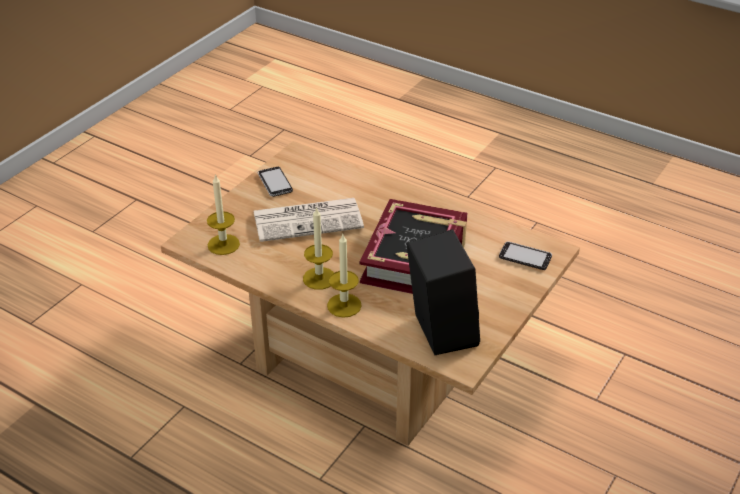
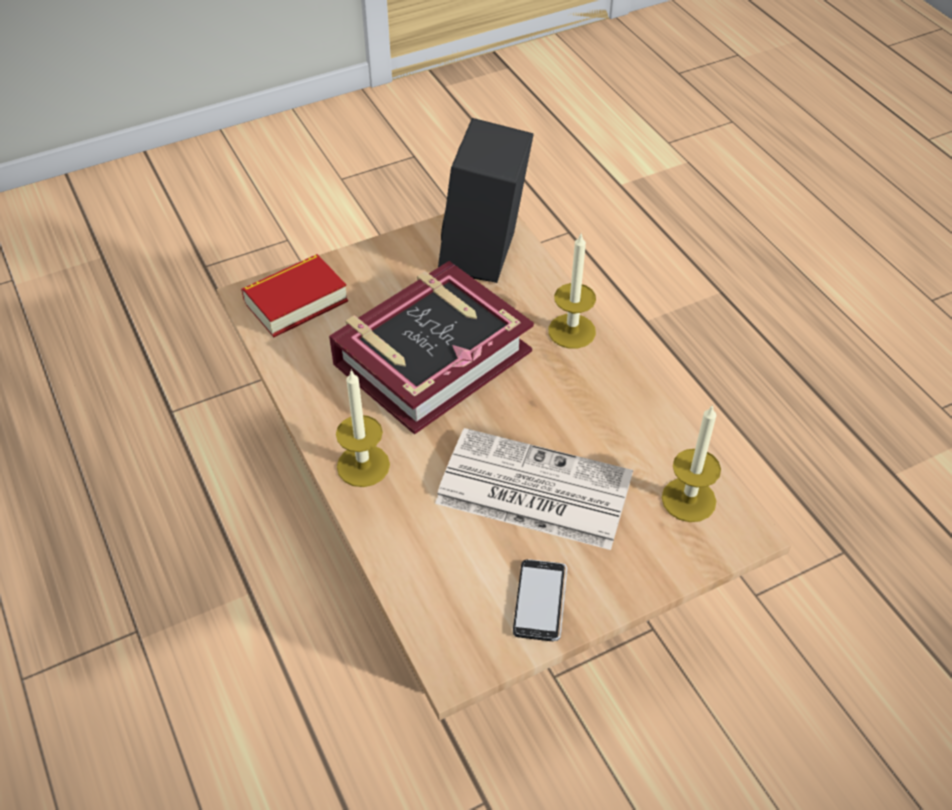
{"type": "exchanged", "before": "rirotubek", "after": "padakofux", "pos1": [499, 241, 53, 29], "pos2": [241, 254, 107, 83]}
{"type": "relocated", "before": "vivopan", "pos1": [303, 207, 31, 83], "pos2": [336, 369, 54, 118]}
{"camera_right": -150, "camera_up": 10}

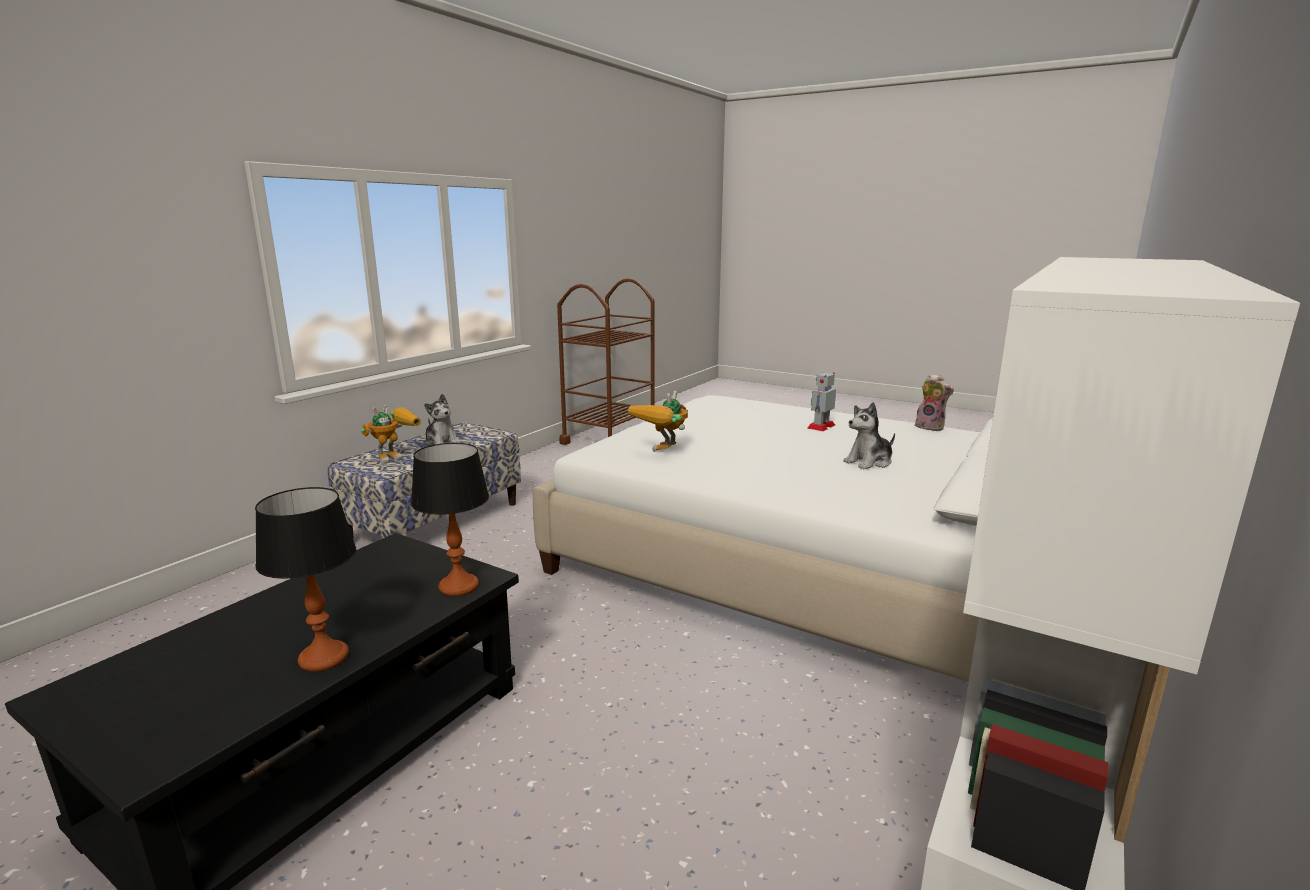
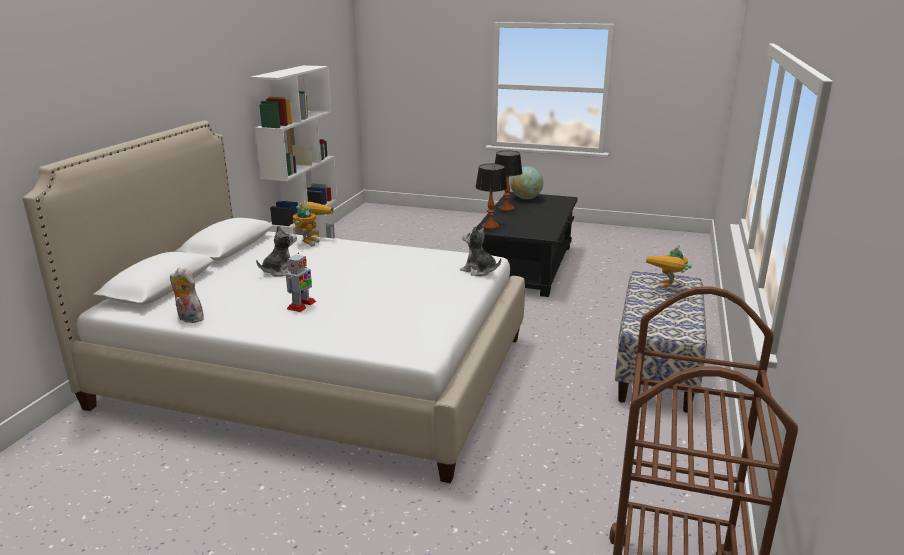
{"type": "relocated", "before": "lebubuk", "pos1": [628, 390, 60, 62], "pos2": [293, 201, 41, 46]}
{"type": "relocated", "before": "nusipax", "pos1": [424, 394, 36, 52], "pos2": [460, 226, 41, 50]}
{"type": "appeared", "after": "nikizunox", "pos2": [510, 166, 33, 33]}
{"camera_right": 165, "camera_up": 5}

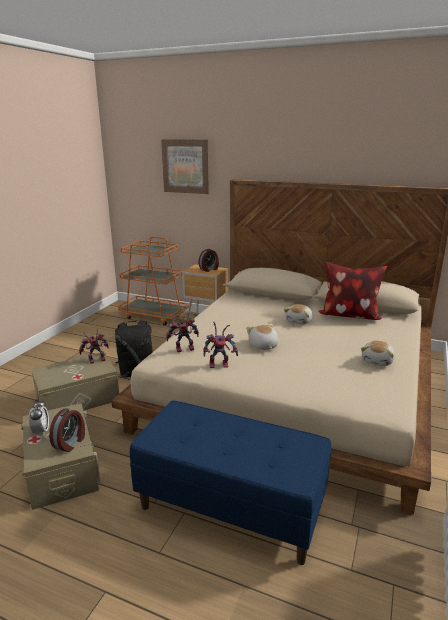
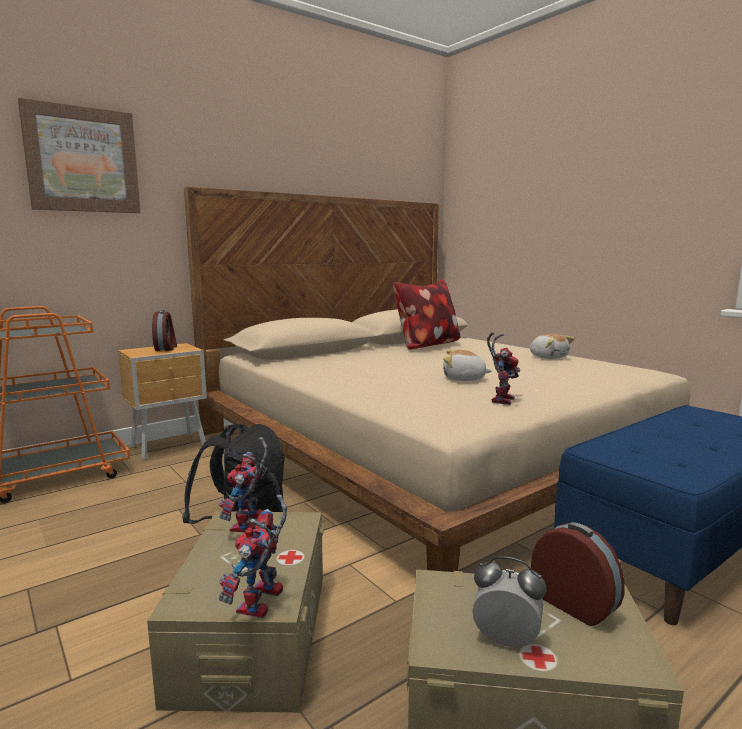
{"type": "relocated", "before": "lebubuk", "pos1": [166, 313, 33, 39], "pos2": [219, 495, 68, 123]}
{"type": "missing", "before": "nusipax", "pos1": [284, 304, 29, 21]}
{"camera_right": -60, "camera_up": -10}

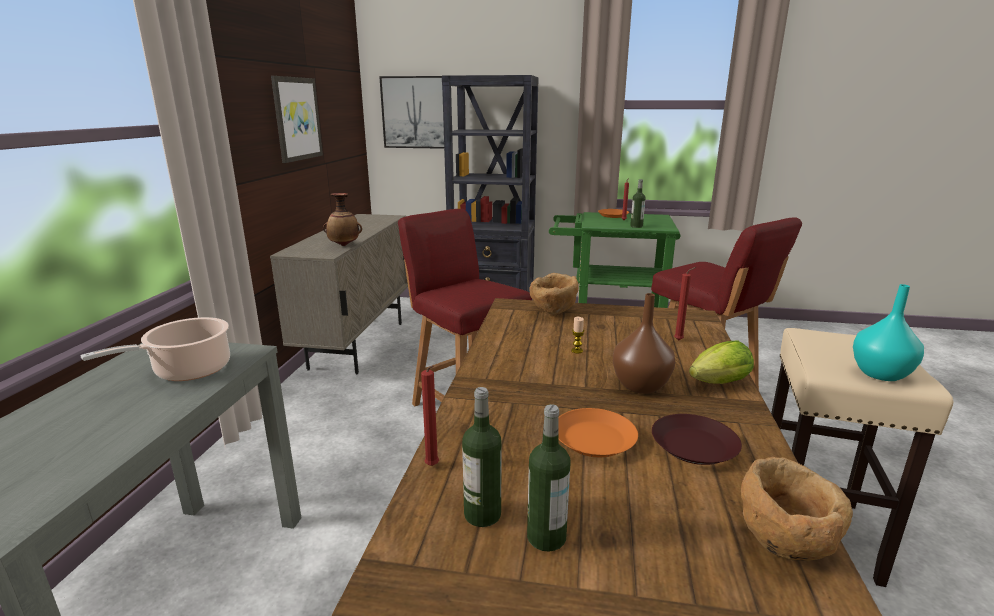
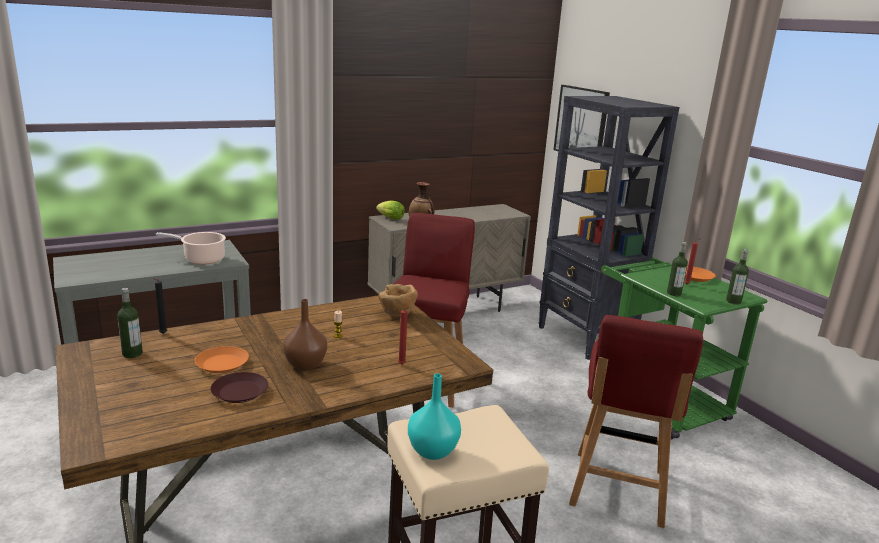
{"type": "colour", "before": "red vivopan", "after": "black vivopan", "pos1": [421, 365, 18, 101], "pos2": [153, 278, 14, 56]}
{"type": "relocated", "before": "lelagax", "pos1": [689, 340, 65, 44], "pos2": [376, 200, 29, 20]}
{"type": "relocated", "before": "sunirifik", "pos1": [527, 404, 43, 147], "pos2": [726, 249, 23, 55]}
{"type": "missing", "before": "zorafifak", "pos1": [271, 76, 52, 87]}
{"type": "missing", "before": "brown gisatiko", "pos1": [741, 457, 112, 104]}
{"camera_right": 50, "camera_up": 0}

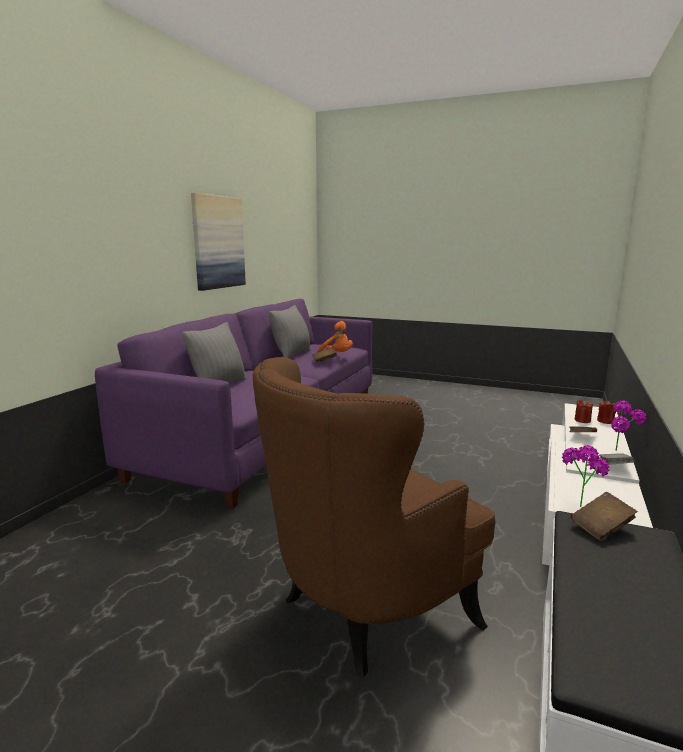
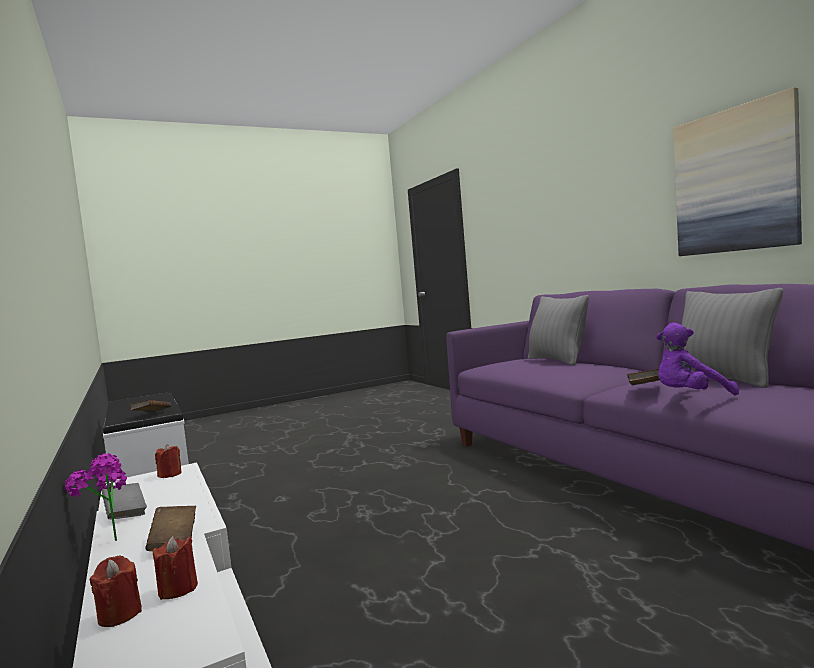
{"type": "exchanged", "before": "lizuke", "after": "red vivopan", "pos1": [562, 445, 48, 62], "pos2": [155, 444, 27, 34]}
{"type": "colour", "before": "orange nusipax", "after": "purple nusipax", "pos1": [317, 321, 36, 32], "pos2": [656, 323, 83, 72]}
{"type": "missing", "before": "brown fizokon", "pos1": [253, 357, 242, 321]}
{"camera_right": 130, "camera_up": -10}

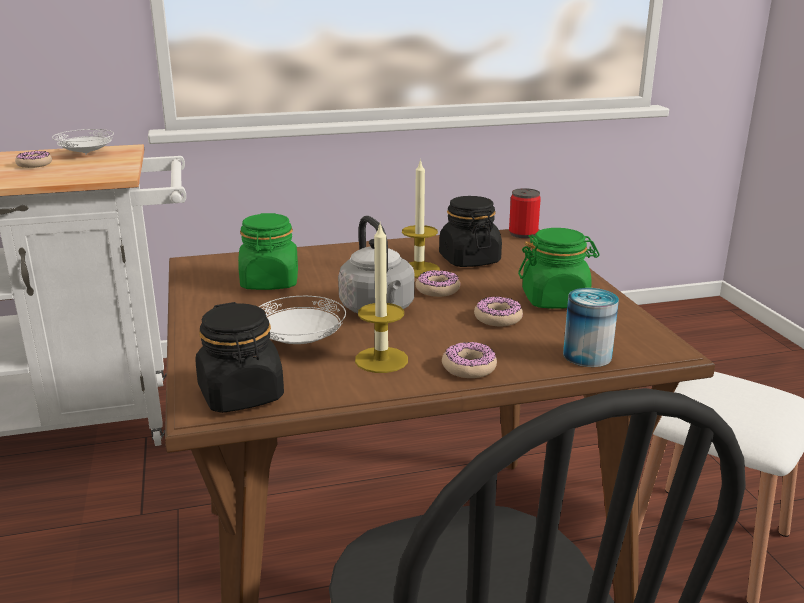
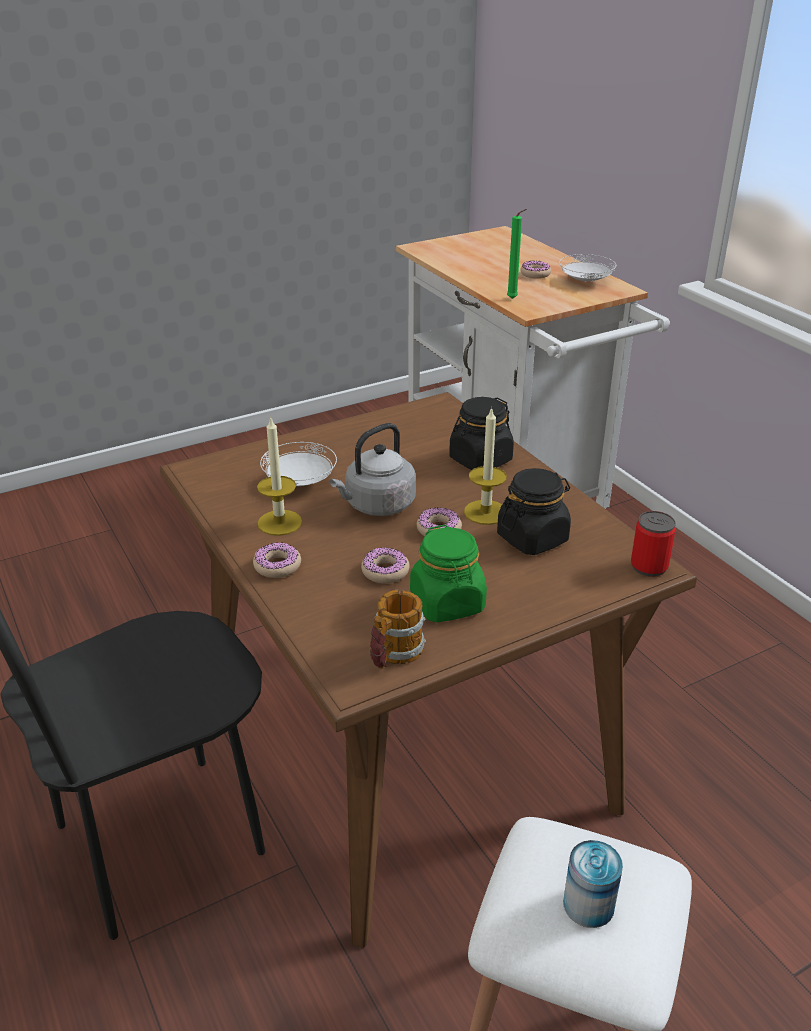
{"type": "appeared", "after": "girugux", "pos2": [370, 590, 56, 79]}
{"type": "relocated", "before": "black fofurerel", "pos1": [195, 302, 89, 111], "pos2": [449, 397, 65, 73]}
{"type": "appeared", "after": "green vivopan", "pos2": [507, 209, 20, 90]}
{"type": "relocated", "before": "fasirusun", "pos1": [563, 288, 56, 79], "pos2": [563, 840, 60, 88]}
{"type": "missing", "before": "green fofurerel", "pos1": [238, 213, 60, 77]}
{"camera_right": 75, "camera_up": 10}

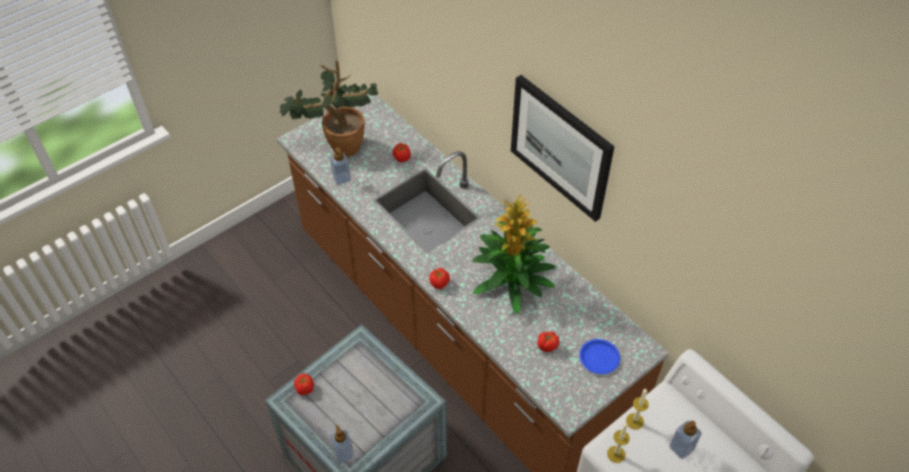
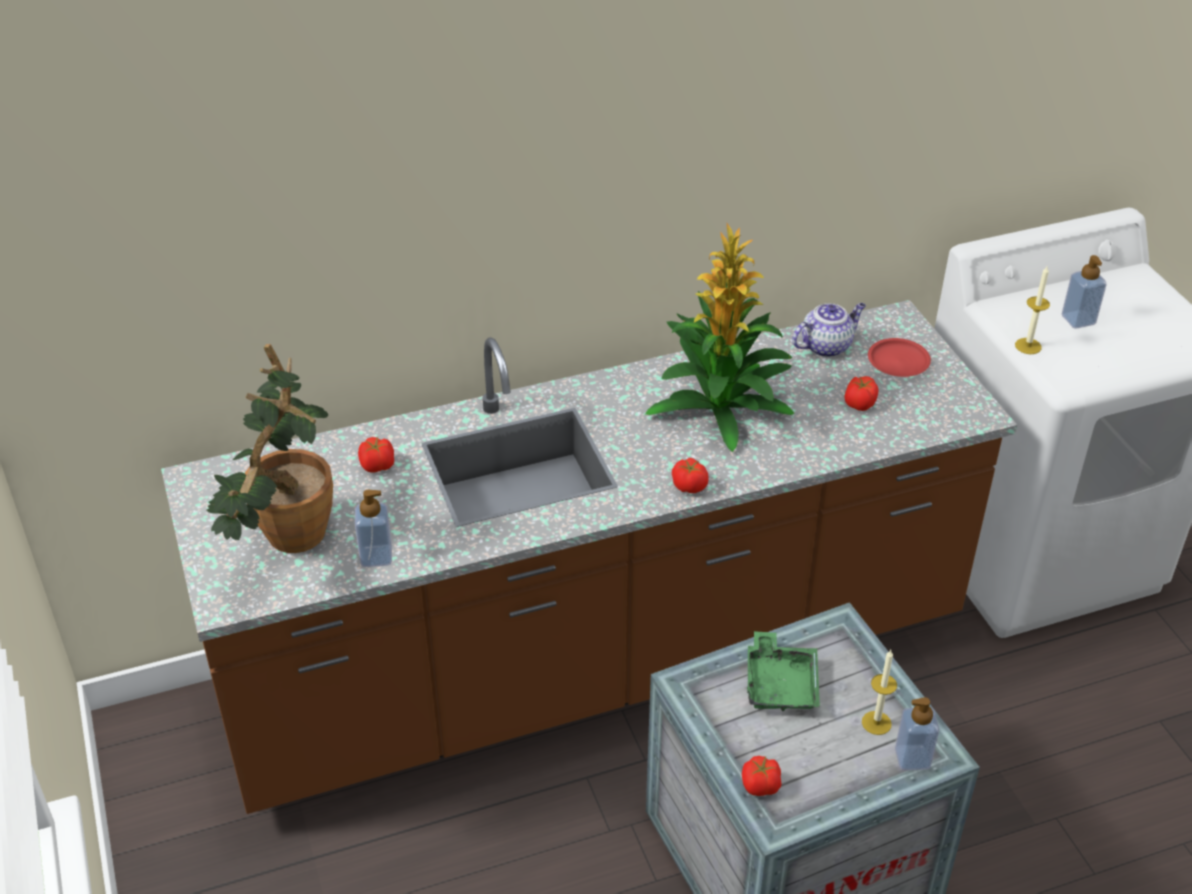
{"type": "appeared", "after": "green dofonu", "pos2": [747, 631, 73, 80]}
{"type": "appeared", "after": "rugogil", "pos2": [792, 303, 74, 54]}
{"type": "relocated", "before": "vivopan", "pos1": [607, 423, 23, 40], "pos2": [862, 650, 35, 85]}
{"type": "colour", "before": "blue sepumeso", "after": "red sepumeso", "pos1": [579, 339, 41, 35], "pos2": [868, 338, 63, 39]}
{"type": "missing", "before": "zorafifak", "pos1": [511, 75, 104, 147]}
{"camera_right": -70, "camera_up": -10}

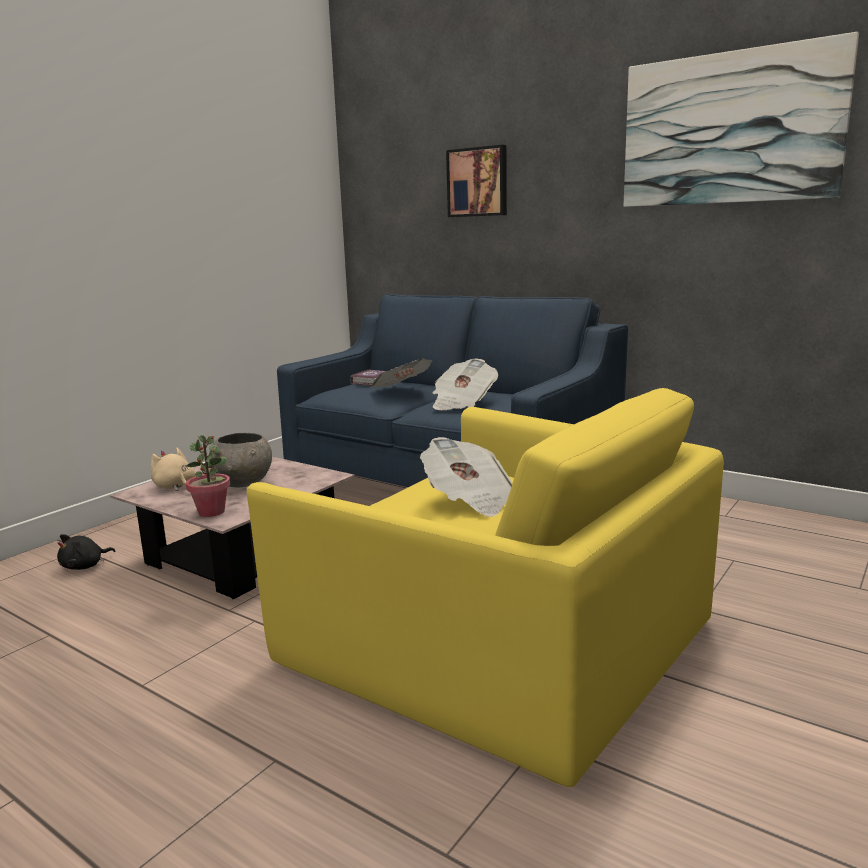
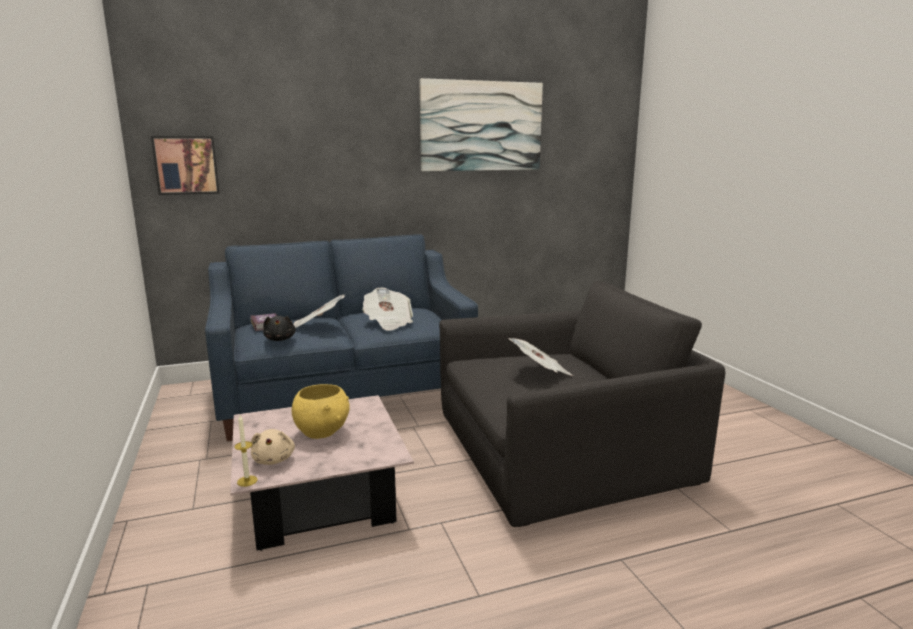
{"type": "relocated", "before": "zorafifak", "pos1": [446, 145, 61, 72], "pos2": [151, 136, 69, 59]}
{"type": "appeared", "after": "vivopan", "pos2": [235, 415, 23, 72]}
{"type": "spun", "before": "beige nusipax", "pos1": [151, 448, 44, 43], "pos2": [251, 429, 44, 36], "turn": -90}
{"type": "relocated", "before": "black nusipax", "pos1": [57, 534, 58, 36], "pos2": [263, 316, 33, 25]}
{"type": "colour", "before": "grey gisatiko", "after": "yellow gisatiko", "pos1": [209, 433, 63, 54], "pos2": [291, 384, 59, 55]}
{"type": "colour", "before": "yellow fizokon", "after": "black fizokon", "pos1": [247, 388, 477, 399], "pos2": [439, 281, 287, 246]}
{"type": "missing", "before": "lizuke", "pos1": [186, 435, 44, 82]}
{"camera_right": -55, "camera_up": 0}

